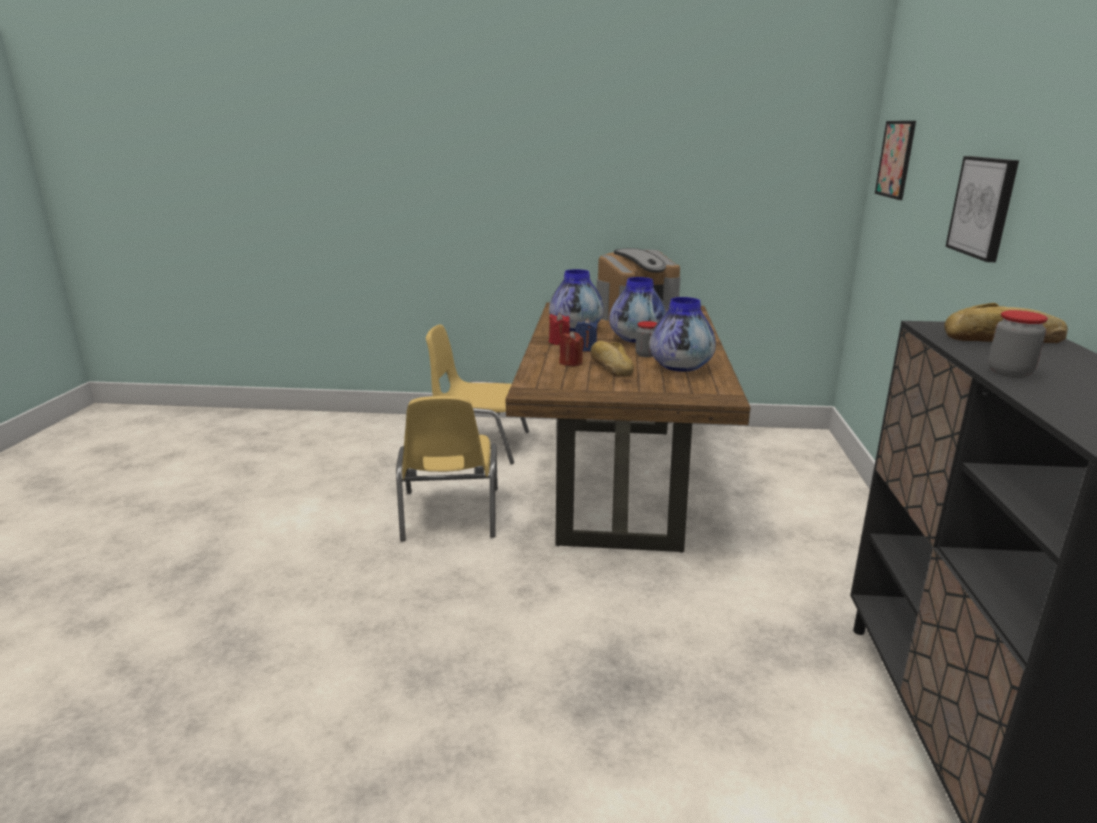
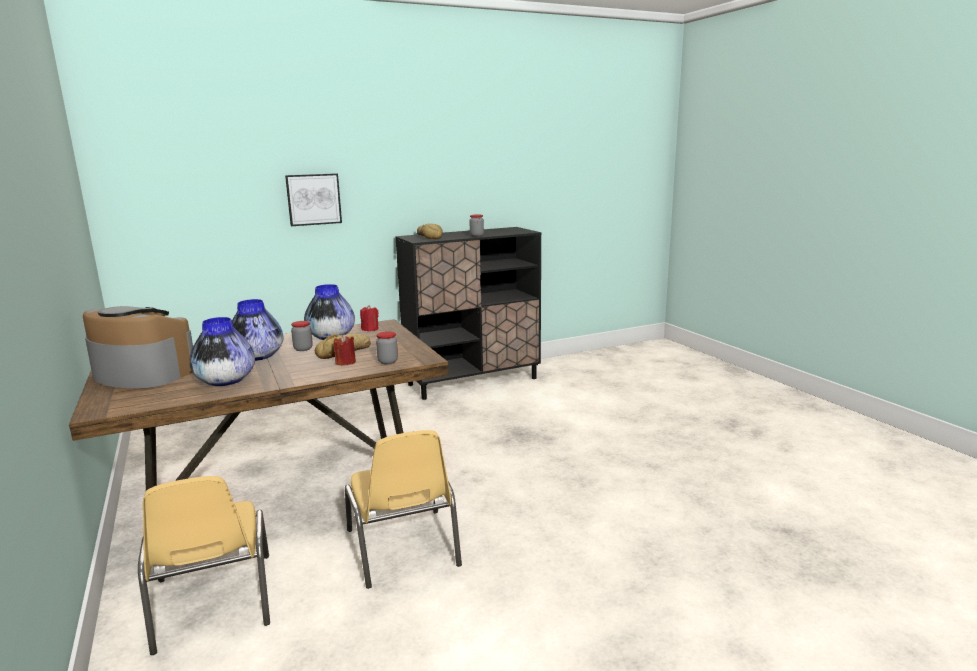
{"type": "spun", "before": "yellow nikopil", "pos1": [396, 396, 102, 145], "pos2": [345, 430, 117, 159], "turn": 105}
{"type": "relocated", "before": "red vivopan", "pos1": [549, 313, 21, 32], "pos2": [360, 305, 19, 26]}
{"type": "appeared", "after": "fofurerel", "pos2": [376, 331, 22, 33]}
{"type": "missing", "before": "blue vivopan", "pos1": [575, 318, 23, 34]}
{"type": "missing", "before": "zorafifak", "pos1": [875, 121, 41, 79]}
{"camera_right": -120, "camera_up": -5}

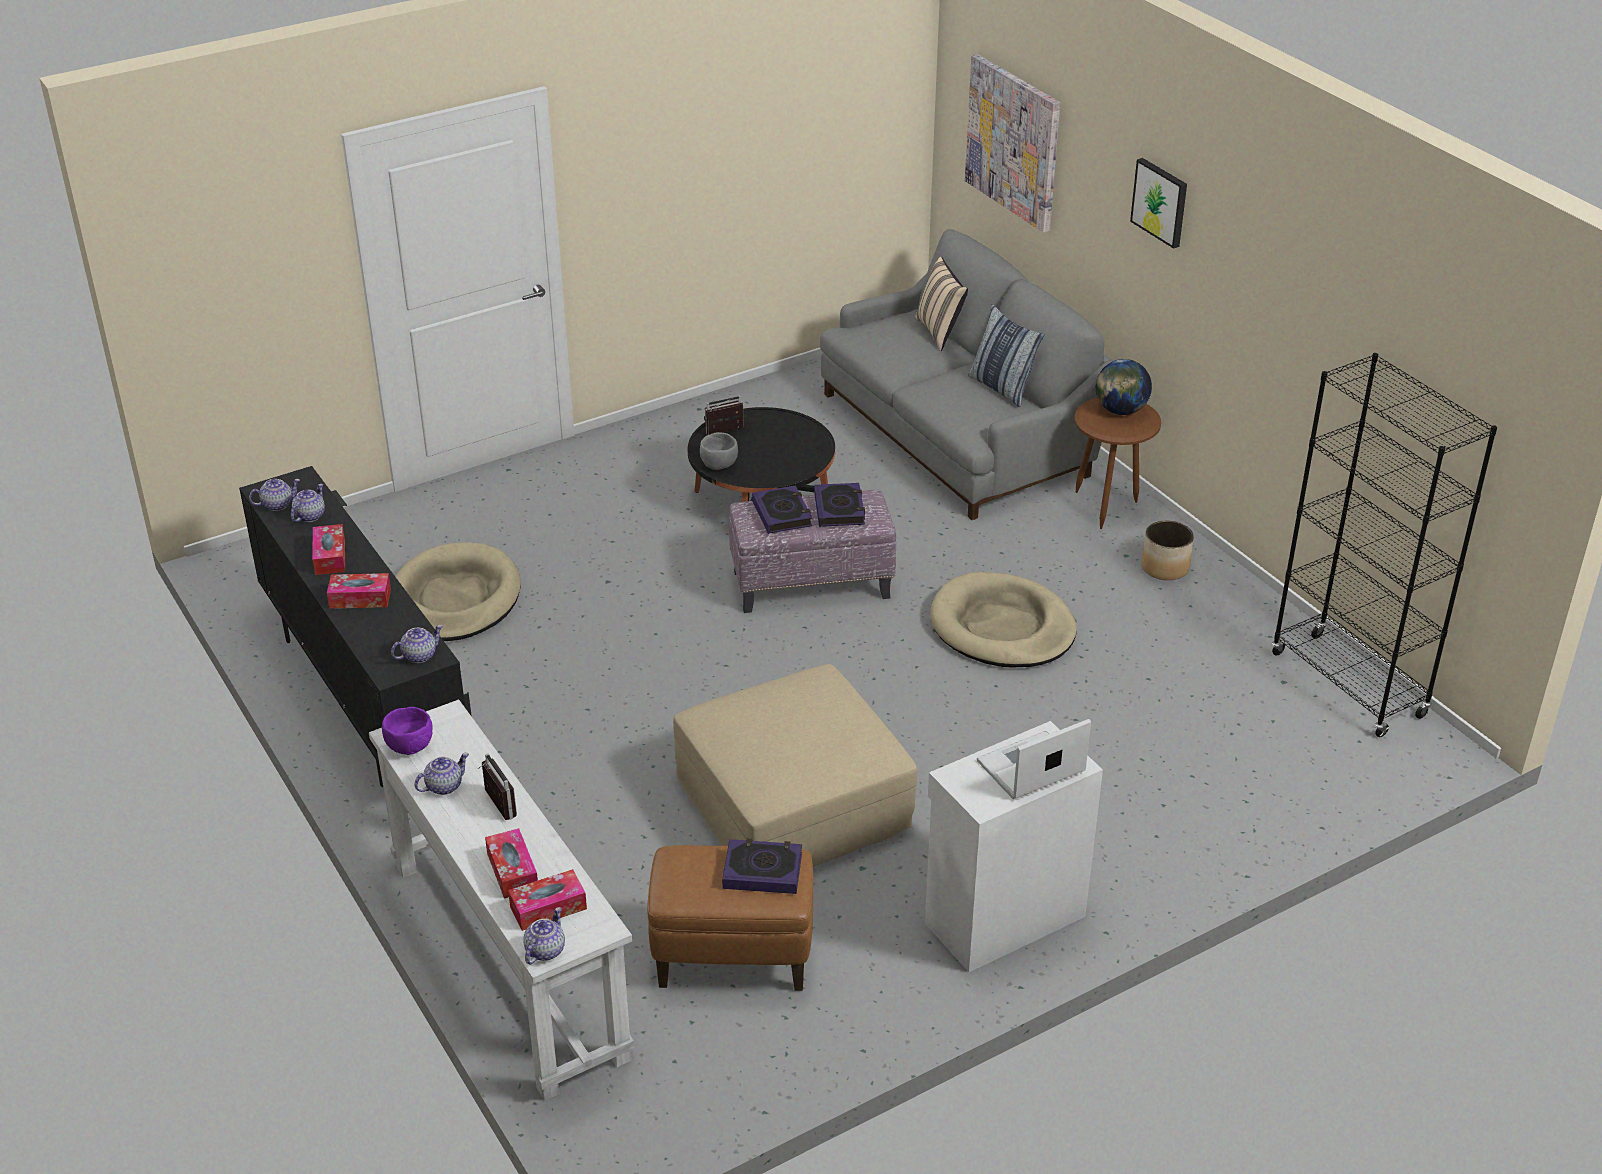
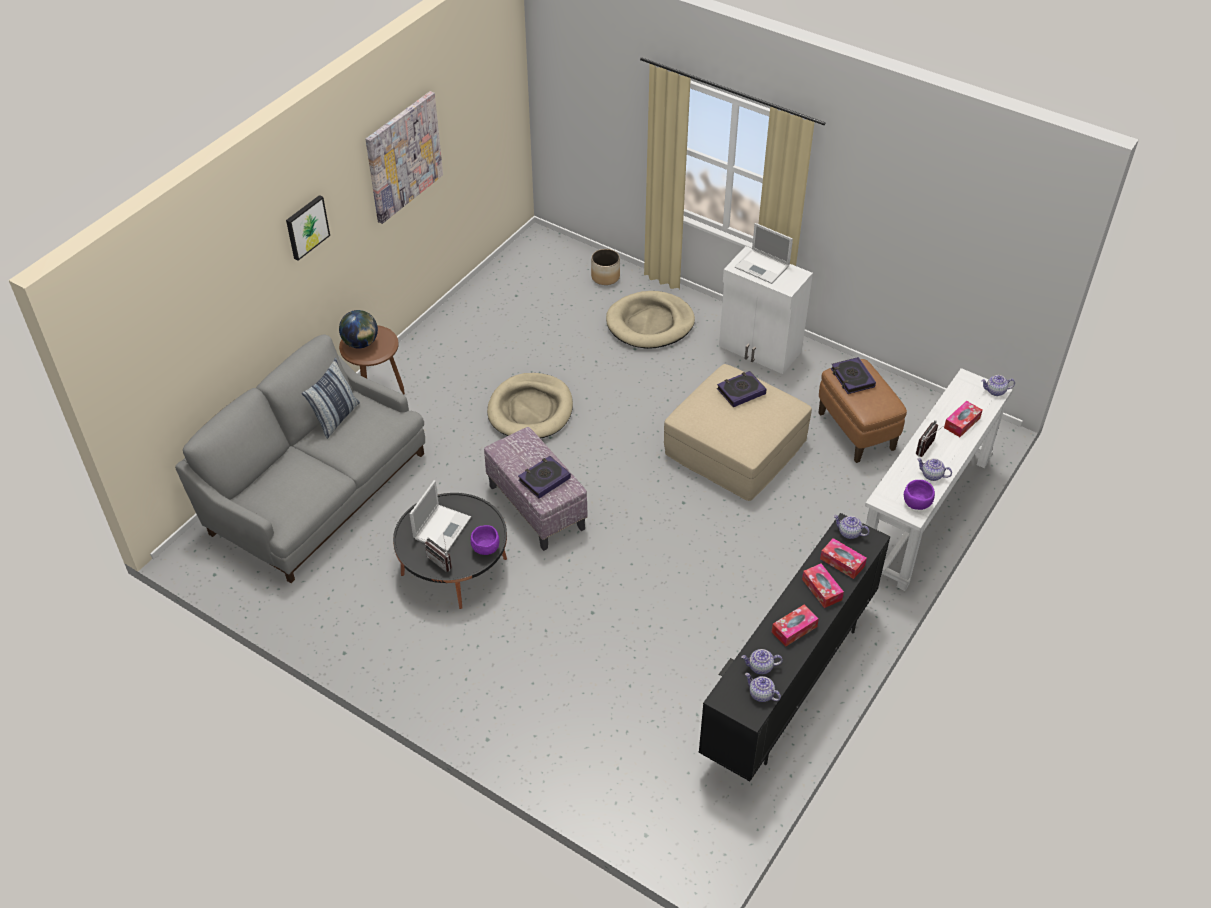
{"type": "relocated", "before": "zorafifak", "pos1": [965, 54, 95, 179], "pos2": [365, 91, 78, 133]}
{"type": "appeared", "after": "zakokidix", "pos2": [410, 480, 61, 71]}
{"type": "colour", "before": "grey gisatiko", "after": "purple gisatiko", "pos1": [700, 432, 38, 38], "pos2": [470, 525, 29, 30]}
{"type": "relocated", "before": "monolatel", "pos1": [1141, 521, 53, 59], "pos2": [591, 249, 29, 36]}
{"type": "relocated", "before": "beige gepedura", "pos1": [395, 542, 126, 99], "pos2": [606, 291, 89, 58]}
{"type": "relocated", "before": "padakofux", "pos1": [814, 483, 51, 44], "pos2": [717, 371, 49, 36]}
{"type": "relocated", "before": "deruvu", "pos1": [508, 869, 79, 62], "pos2": [820, 538, 47, 41]}
{"type": "missing", "before": "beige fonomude", "pos1": [915, 257, 53, 94]}
{"type": "missing", "before": "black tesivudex", "pos1": [1272, 353, 225, 384]}
{"camera_right": -115, "camera_up": 10}

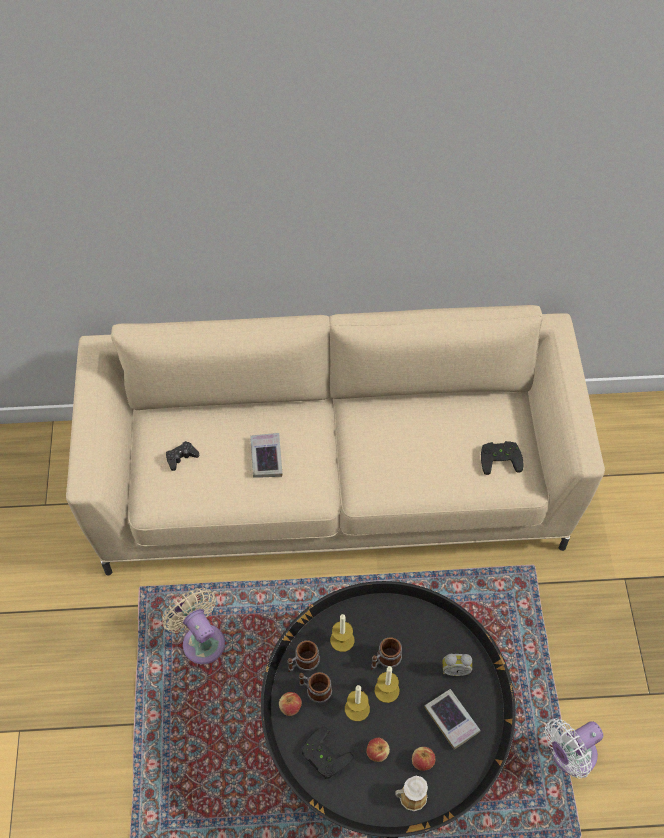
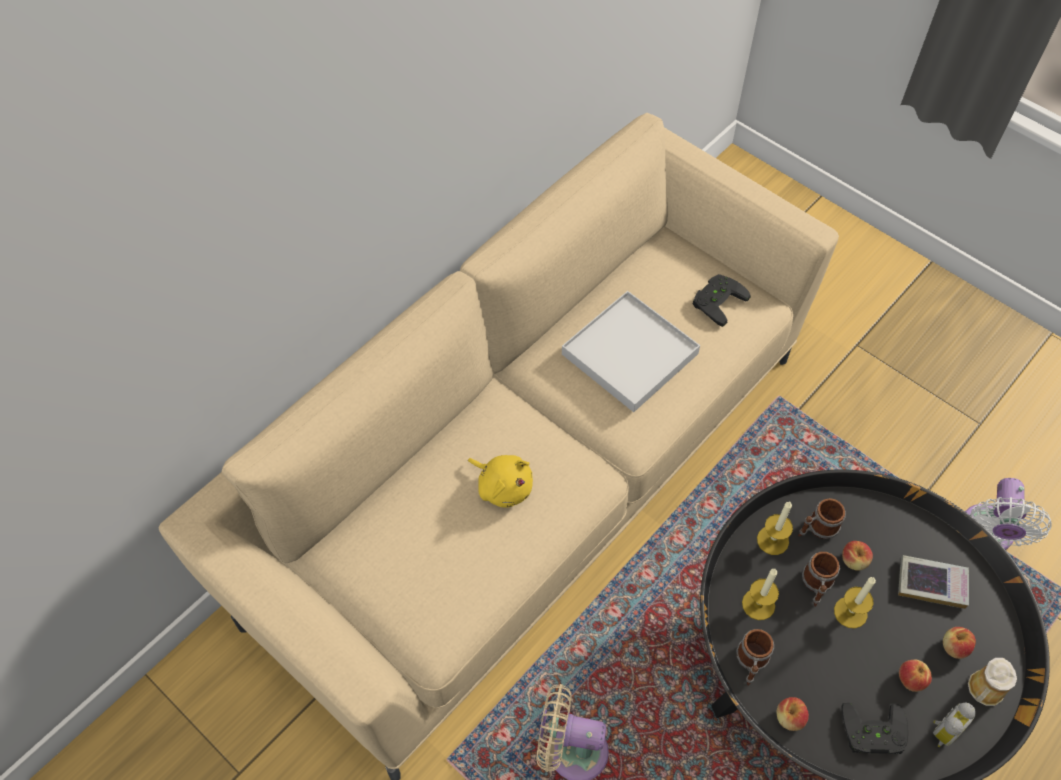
{"type": "exchanged", "before": "padakofux", "after": "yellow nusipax", "pos1": [250, 433, 32, 45], "pos2": [468, 455, 65, 53]}
{"type": "appeared", "after": "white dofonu", "pos2": [562, 291, 138, 121]}
{"type": "relocated", "before": "vivopan", "pos1": [345, 685, 25, 36], "pos2": [757, 501, 36, 54]}
{"type": "relocated", "before": "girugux", "pos1": [299, 672, 33, 31], "pos2": [798, 498, 48, 41]}
{"type": "appeared", "after": "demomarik", "pos2": [842, 541, 31, 30]}
{"type": "relocated", "before": "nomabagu", "pos1": [443, 654, 29, 22], "pos2": [933, 703, 43, 44]}
{"type": "missing", "before": "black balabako", "pos1": [166, 441, 33, 30]}
{"camera_right": -45, "camera_up": 0}

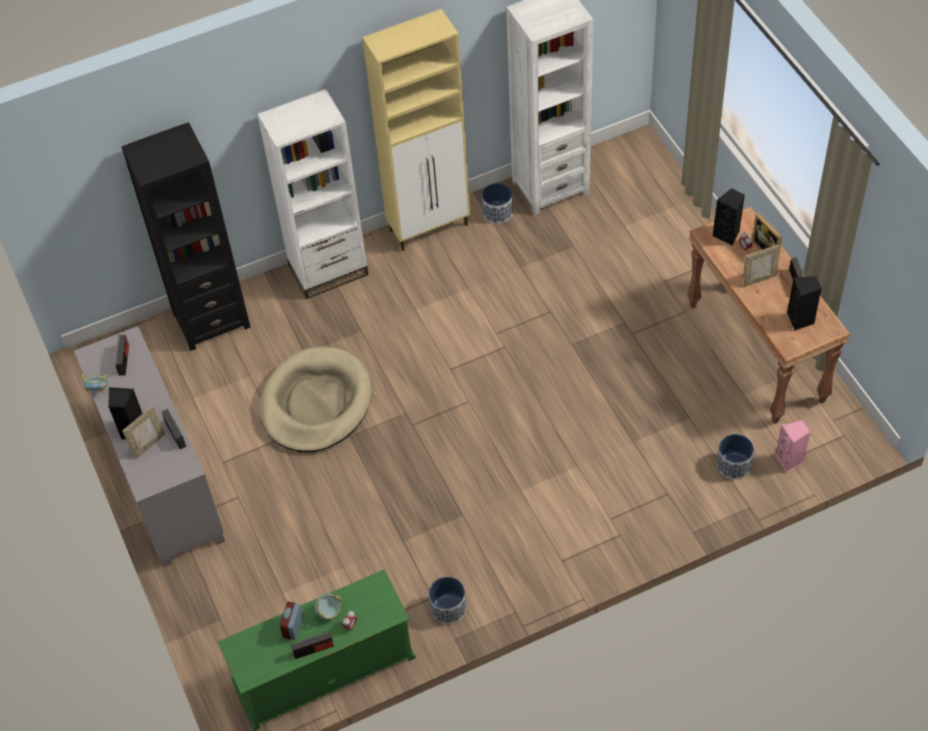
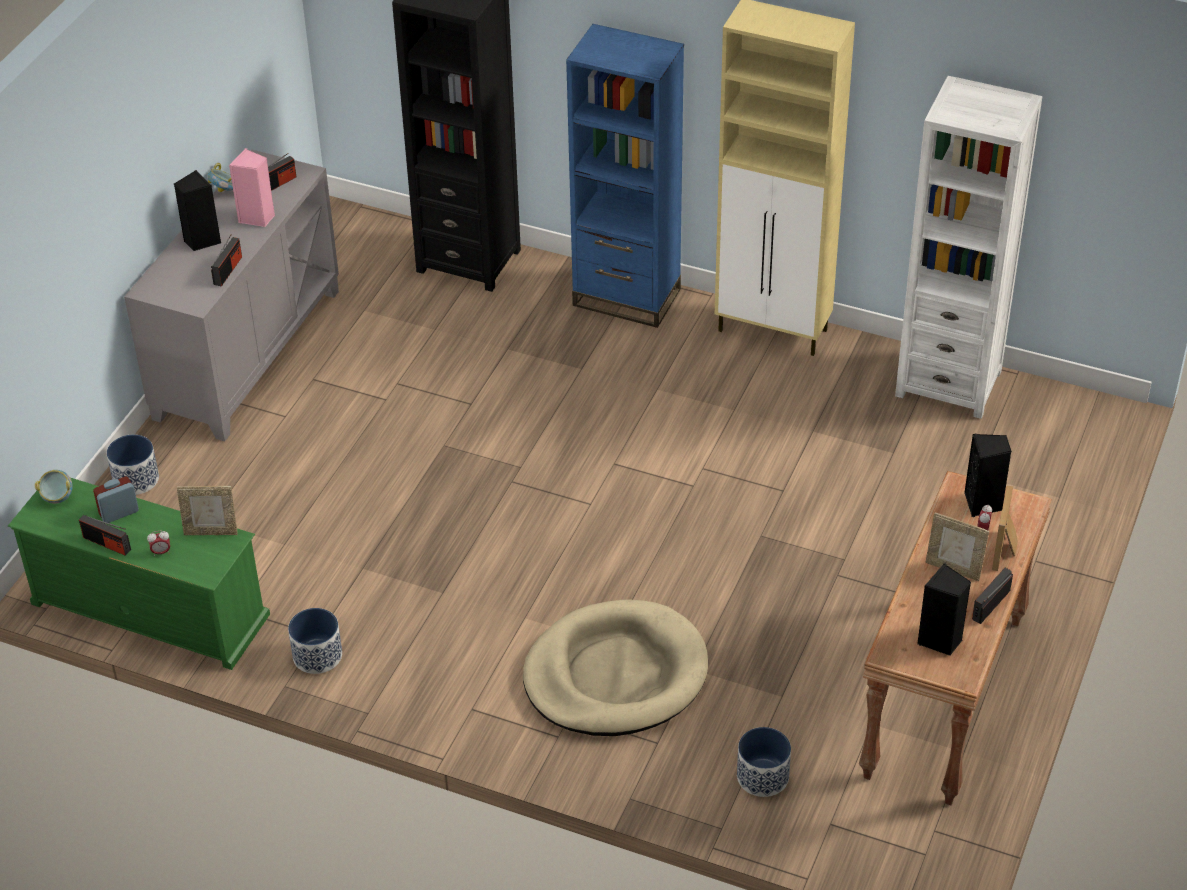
{"type": "relocated", "before": "gisatiko", "pos1": [315, 593, 26, 27], "pos2": [34, 470, 39, 34]}
{"type": "relocated", "before": "monolatel", "pos1": [482, 183, 31, 41], "pos2": [107, 435, 52, 60]}
{"type": "relocated", "before": "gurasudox", "pos1": [122, 406, 43, 53], "pos2": [177, 486, 61, 49]}
{"type": "relocated", "before": "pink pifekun", "pos1": [776, 420, 34, 52], "pos2": [229, 148, 46, 79]}
{"type": "relocated", "before": "beige gepedura", "pos1": [260, 347, 112, 105], "pos2": [523, 600, 185, 136]}
{"type": "colour", "before": "white tesivudex", "after": "blue tesivudex", "pos1": [257, 89, 112, 210], "pos2": [566, 24, 118, 304]}
{"camera_right": 45, "camera_up": -10}

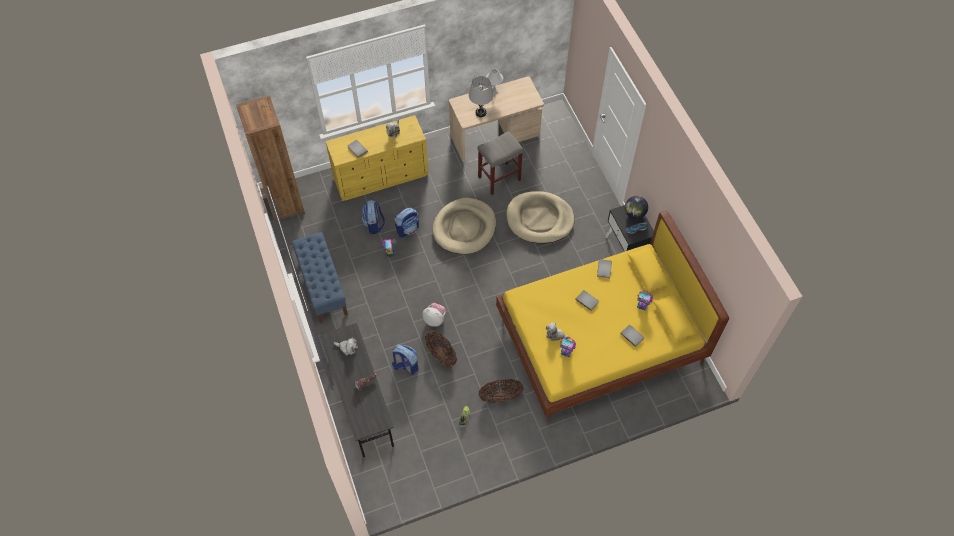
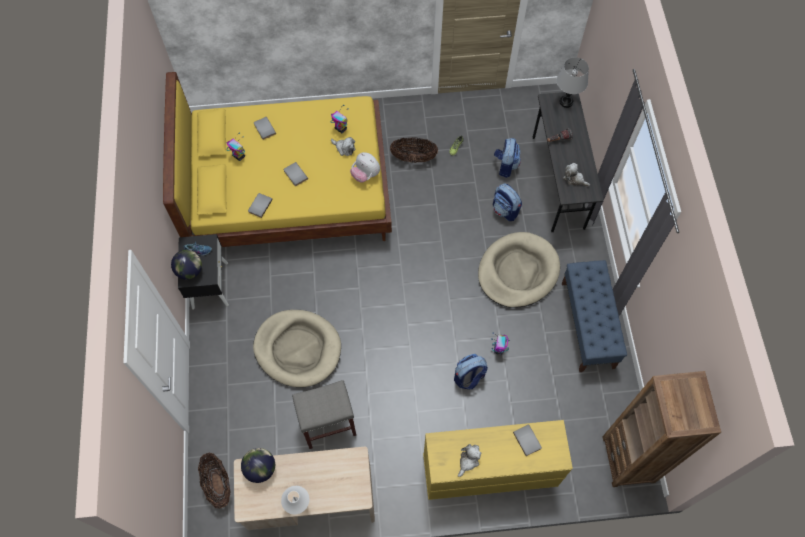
{"type": "relocated", "before": "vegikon", "pos1": [425, 330, 32, 37], "pos2": [198, 453, 32, 56]}
{"type": "appeared", "after": "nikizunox", "pos2": [241, 448, 34, 35]}
{"type": "relocated", "before": "nusipax", "pos1": [422, 303, 24, 24], "pos2": [350, 152, 30, 31]}
{"type": "relocated", "before": "beige gepedura", "pos1": [432, 198, 64, 56], "pos2": [478, 232, 82, 76]}
{"type": "relocated", "before": "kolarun", "pos1": [362, 200, 23, 34], "pos2": [494, 138, 27, 40]}
{"type": "relocated", "before": "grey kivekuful", "pos1": [469, 76, 25, 41], "pos2": [557, 57, 32, 51]}
{"camera_right": -165, "camera_up": 5}

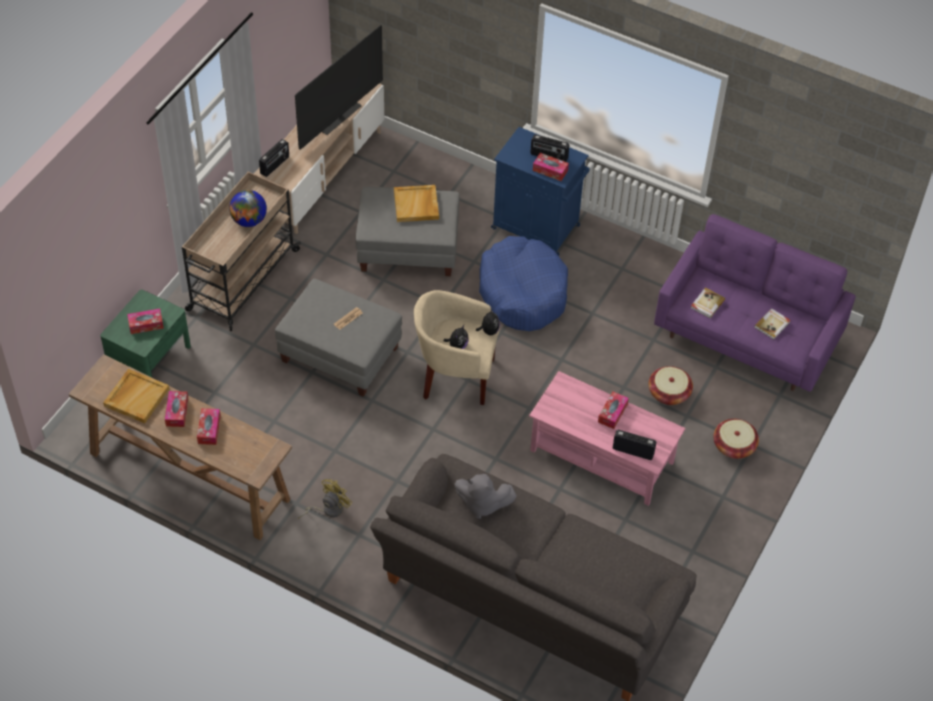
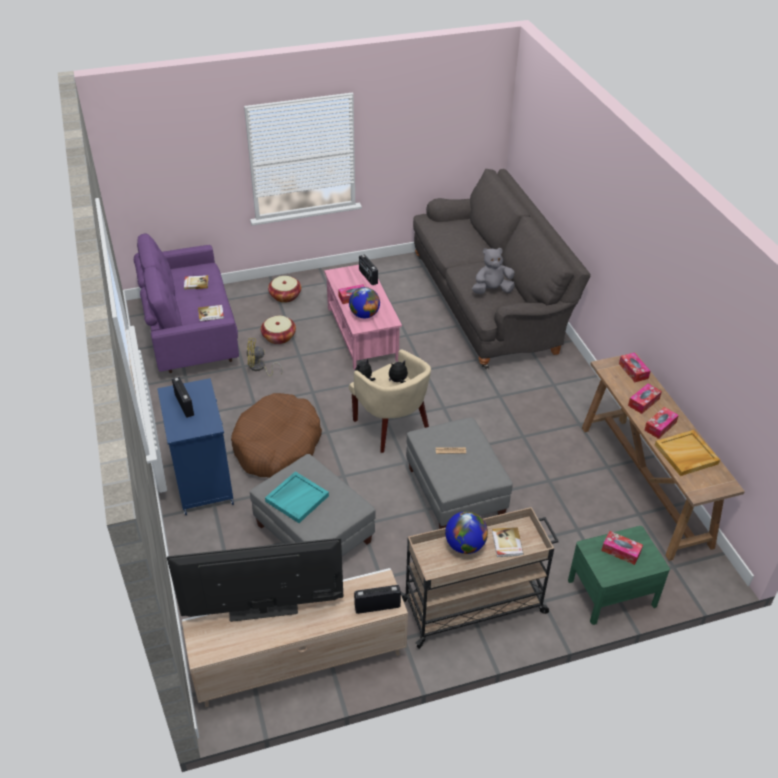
{"type": "colour", "before": "blue gepedura", "after": "brown gepedura", "pos1": [479, 236, 89, 95], "pos2": [231, 393, 91, 85]}
{"type": "relocated", "before": "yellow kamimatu", "pos1": [298, 479, 54, 40], "pos2": [247, 338, 36, 38]}
{"type": "colour", "before": "beige dofonu", "after": "turquoise dofonu", "pos1": [394, 185, 45, 37], "pos2": [265, 471, 64, 52]}
{"type": "appeared", "after": "nikizunox", "pos2": [349, 287, 31, 31]}
{"type": "spun", "before": "grey nusipax", "pos1": [454, 474, 63, 45], "pos2": [472, 248, 43, 46], "turn": -75}
{"type": "appeared", "after": "padakofux", "pos2": [492, 527, 32, 30]}
{"type": "relocated", "before": "deruvu", "pos1": [533, 153, 36, 28], "pos2": [619, 353, 31, 29]}
{"camera_right": -135, "camera_up": -10}

